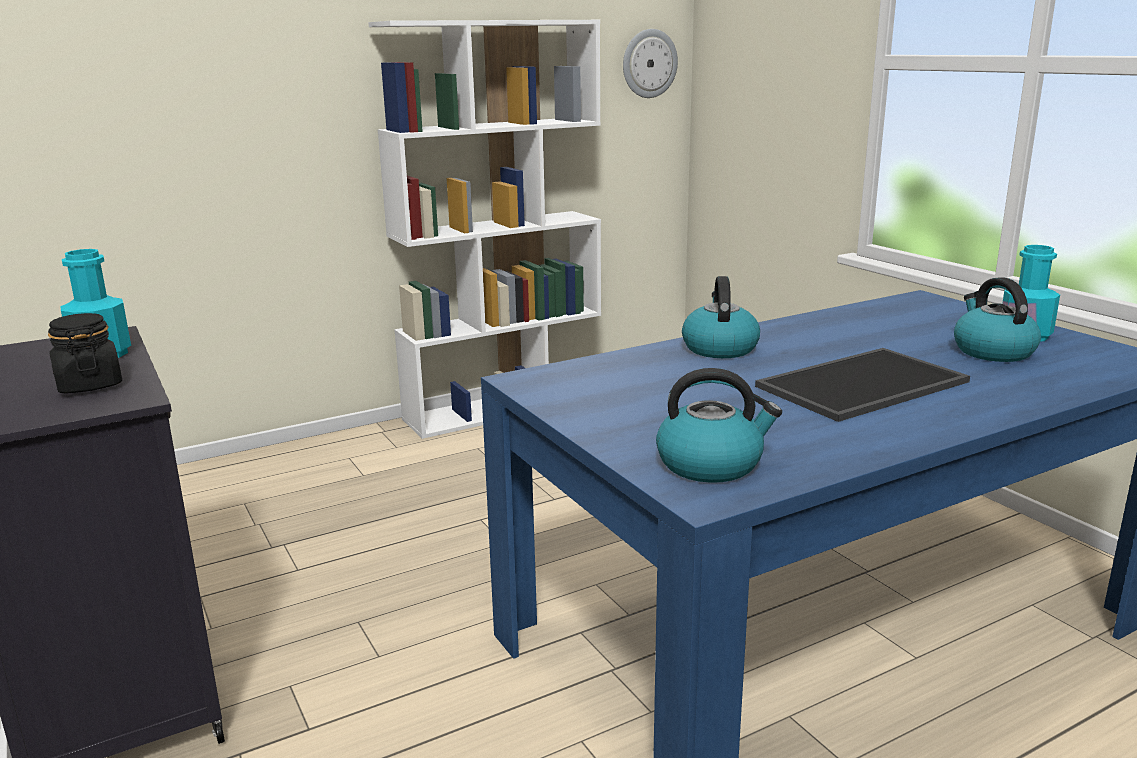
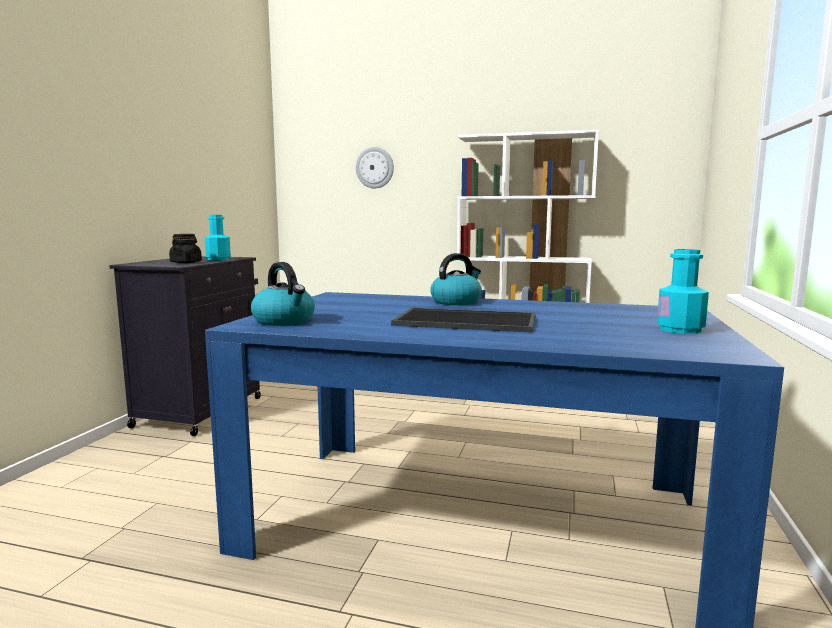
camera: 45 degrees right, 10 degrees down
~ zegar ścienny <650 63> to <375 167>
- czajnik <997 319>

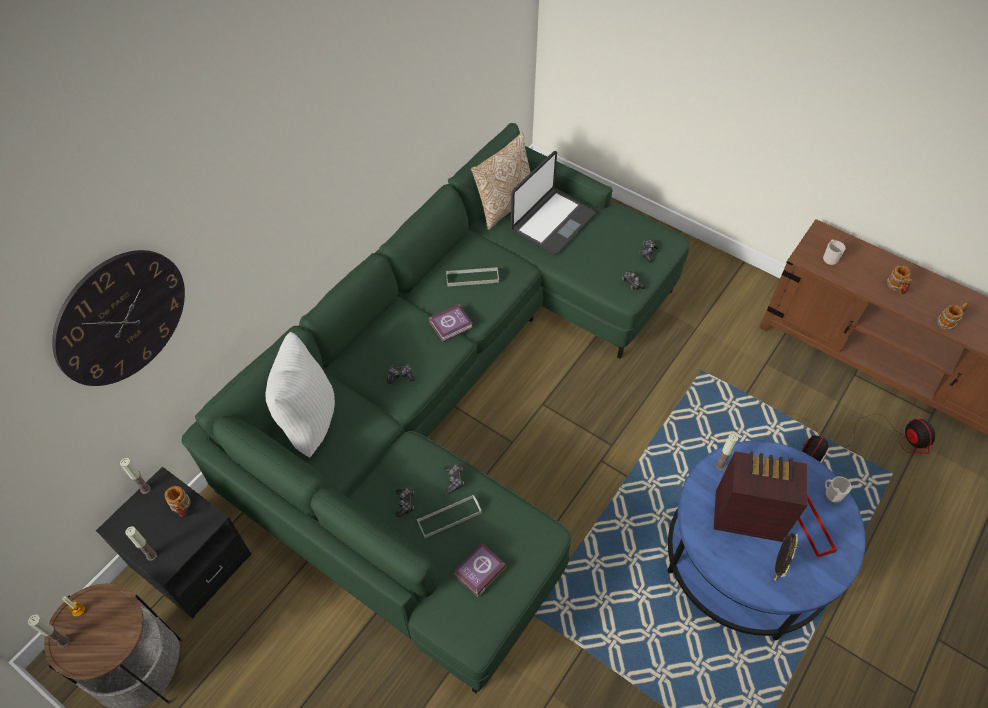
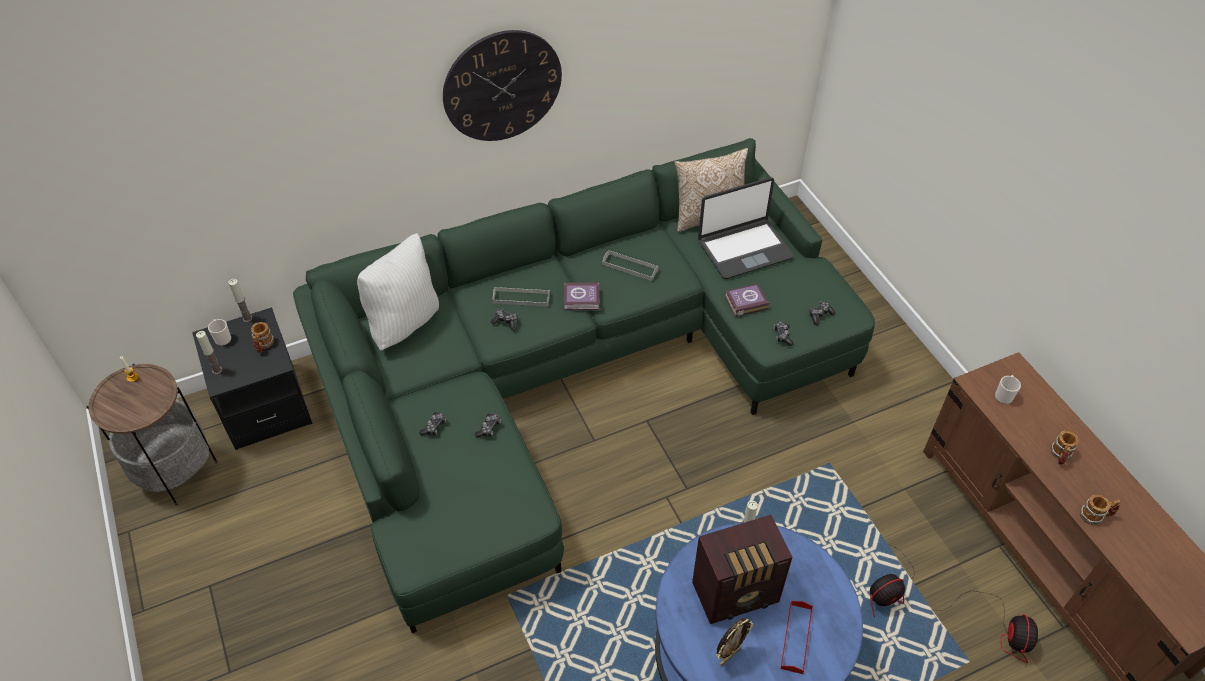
camera: 30 degrees right, 5 degrees down
~ zegar ścienny <118 318> to <502 85>
~ radio <761 496> = <742 569> 120 degrees clockwise
~ kubek <838 489> to <219 332>
~ taca (szary) <449 516> to <521 297>
~ książka <480 570> to <747 300>
- świeca <49 631>

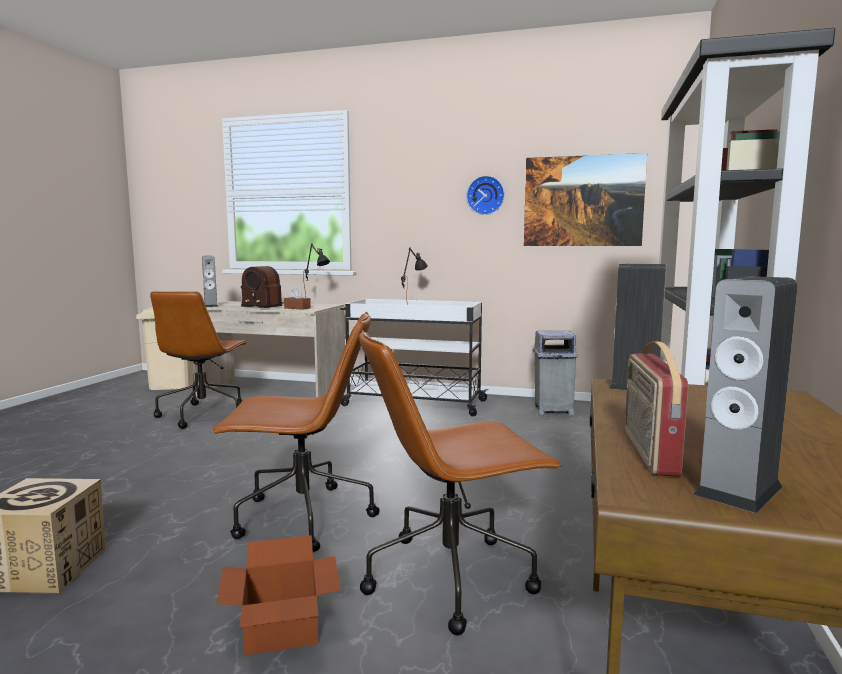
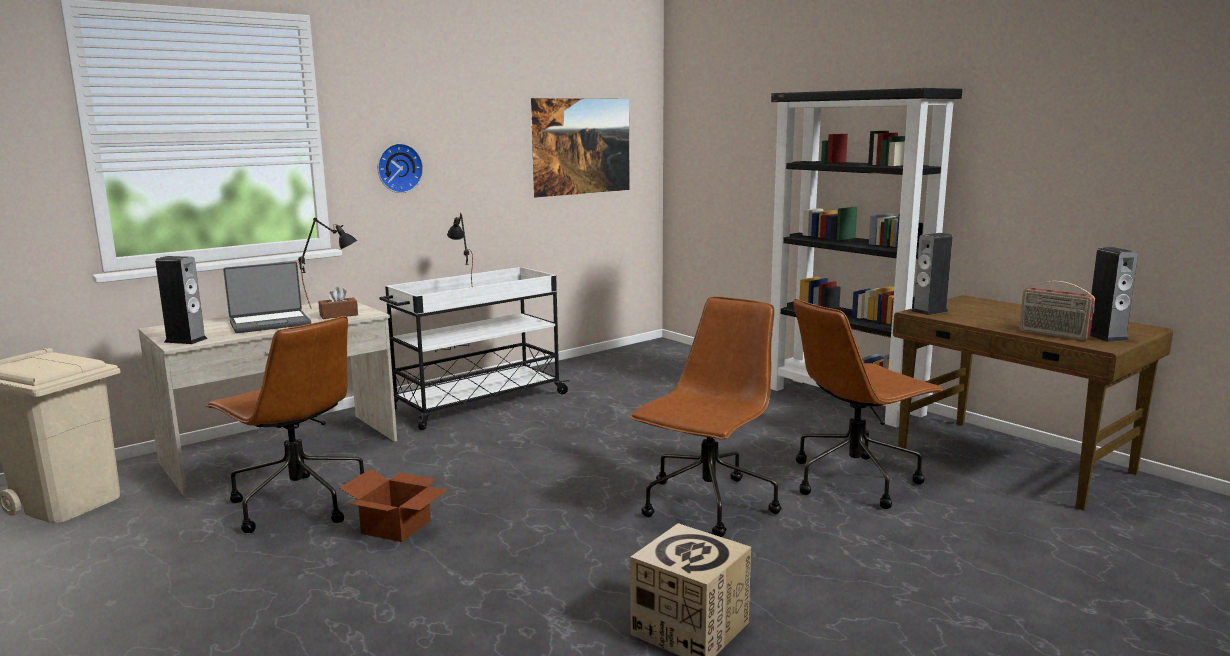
camera: 55 degrees left, 5 degrees up
~ zegar ścienny <485 195> to <400 168>
~ radio <261 287> to laptop <267 297>
~ krzesło biurowe (brązowy) <460 482> = <869 404> 45 degrees clockwise
- kosz na śmieci (szary) <555 373>
~ karton <278 595> to <394 505>

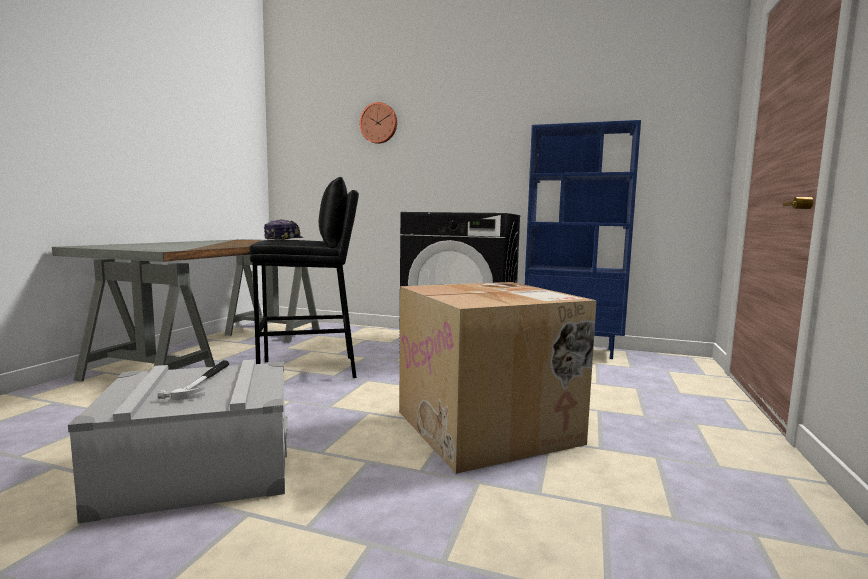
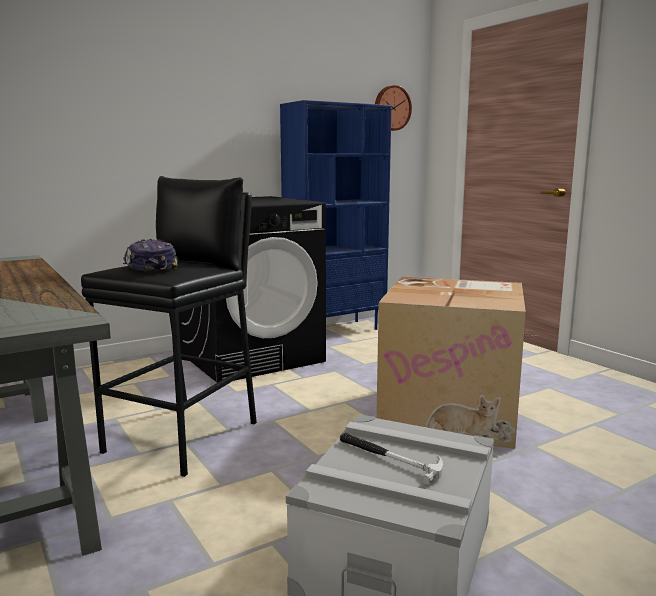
camera: 50 degrees left, 5 degrees up
~ zegar ścienny <378 123> to <393 108>

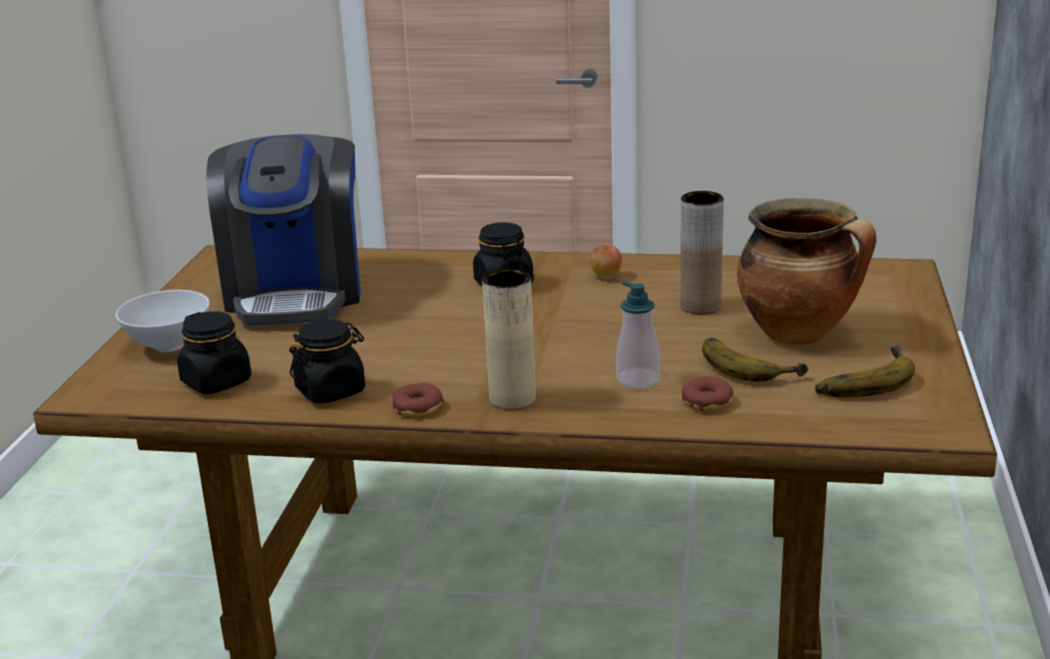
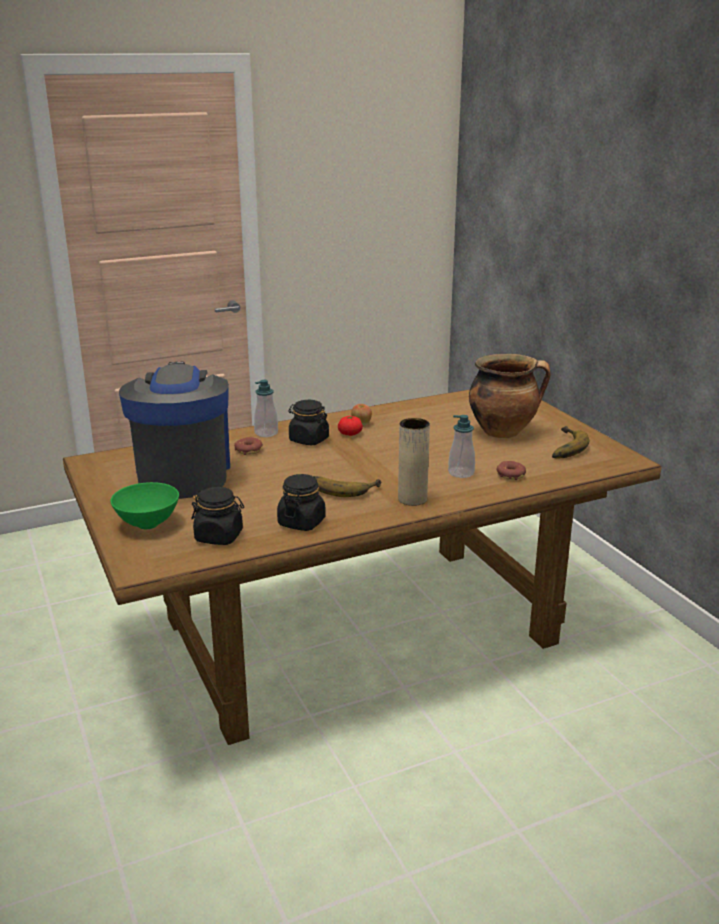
camera: 35 degrees left, 0 degrees up
~ ekspres do kawy <283 229> = <174 430> 150 degrees counterclockwise
- wazon (brązowy) <702 252>
~ miska (biały) <163 321> to miska (zielony) <144 505>
~ banan <755 360> to <348 486>
~ donut <418 400> to <248 446>
+ dozownik mydła <266 408>
+ pomidor <350 426>

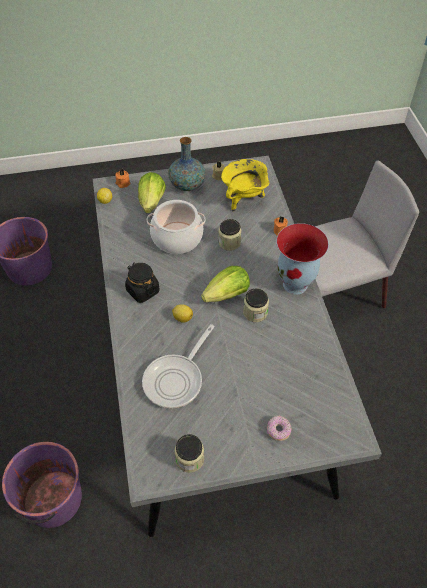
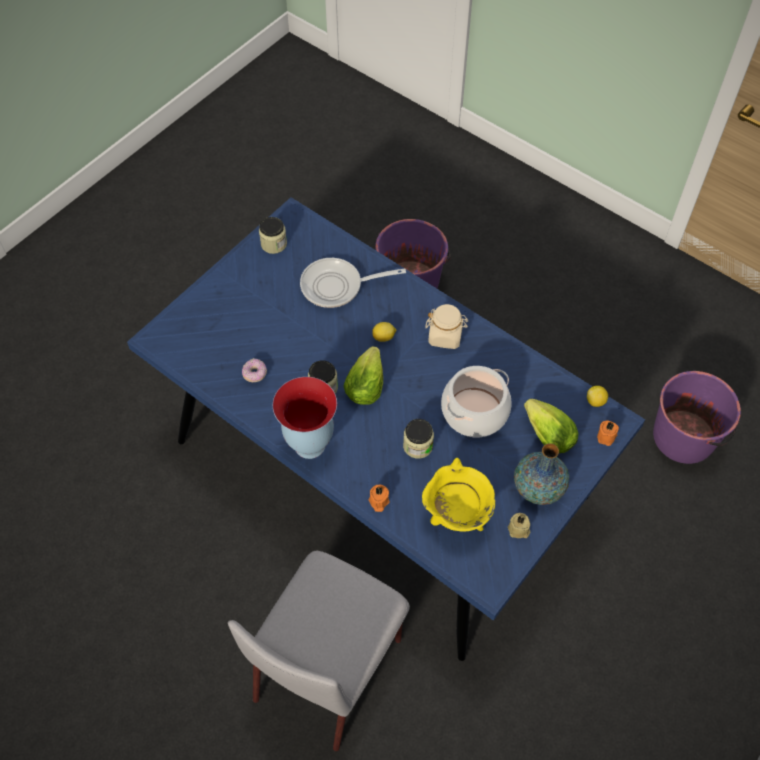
camera: 140 degrees right, 5 degrees up
~ stół jadalny (szary) <237 346> to stół jadalny (niebieski) <386 429>
~ słoik (czarny) <142 282> to słoik (beżowy) <447 326>
~ patelnia <178 366> = <353 283> 90 degrees counterclockwise
~ donut <279 428> to <254 370>

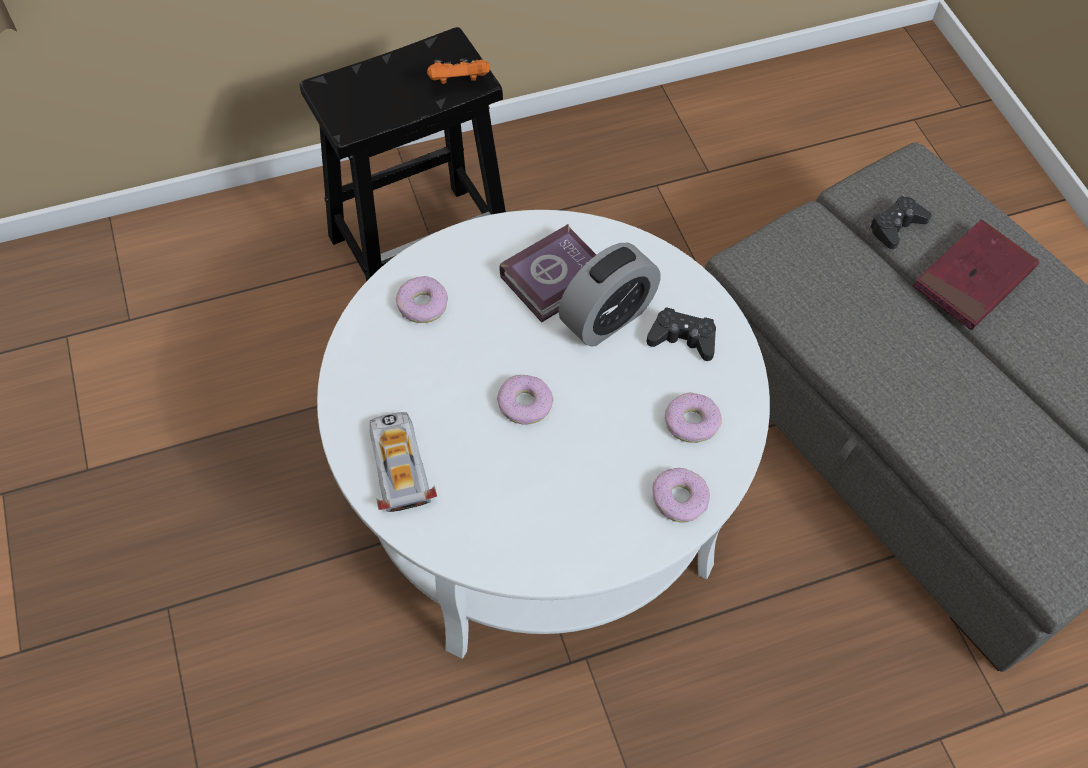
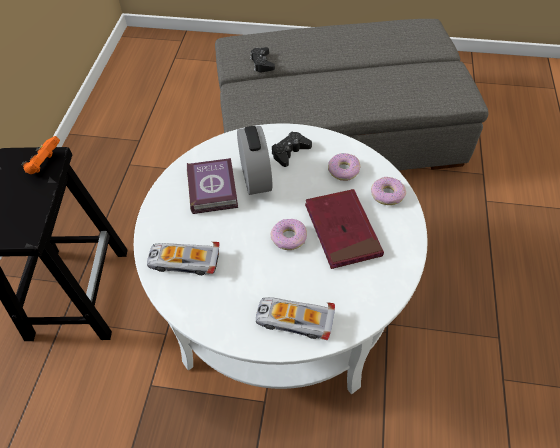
camera: 60 degrees left, 5 degrees down
~ książka (czerwony) <976 275> to <344 229>
~ donut <422 299> to samochodzik <183 258>

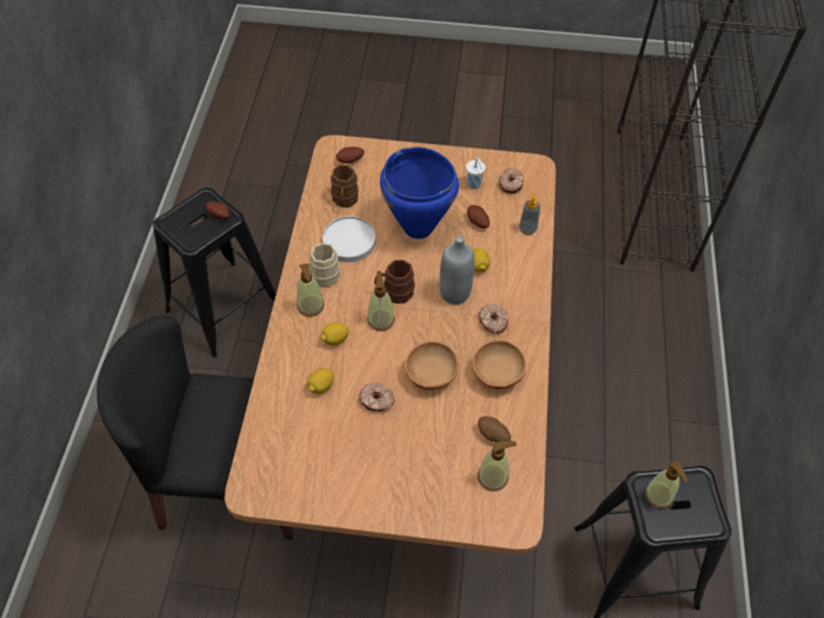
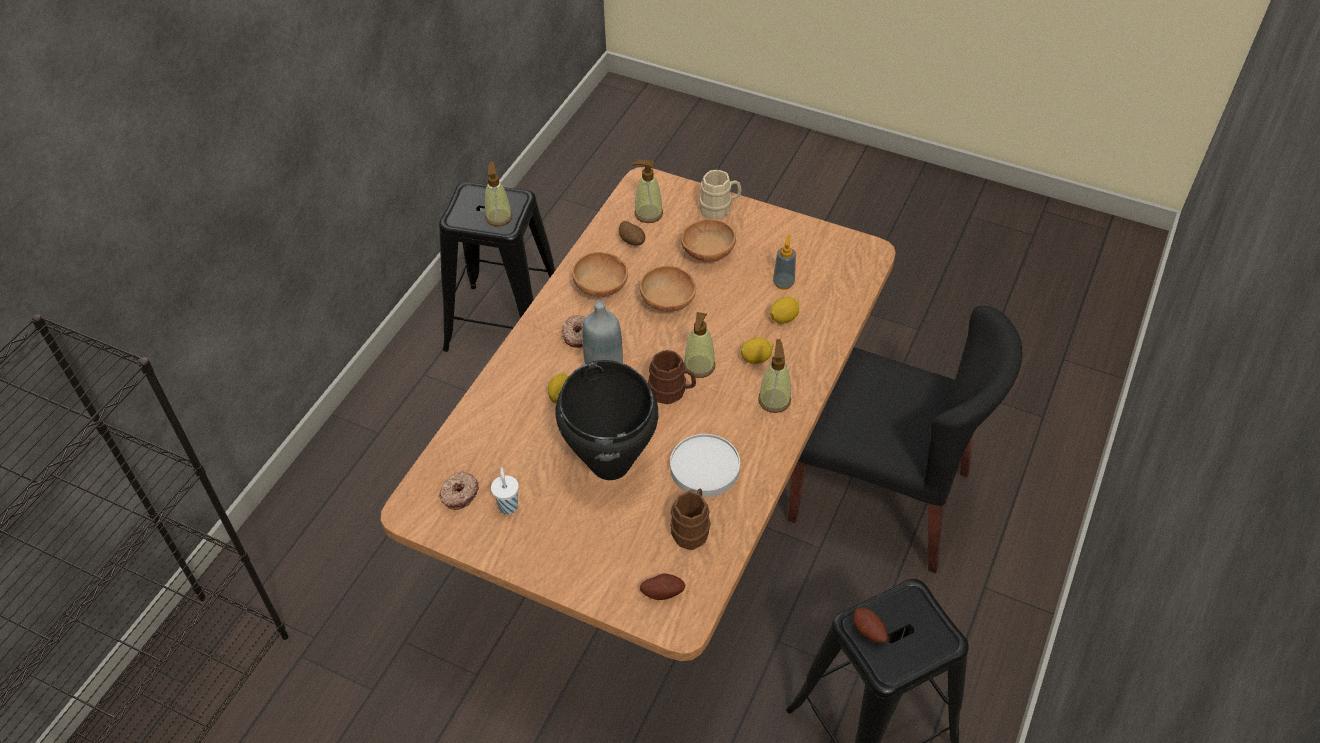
camera: 160 degrees left, 5 degrees down
~ garnek (niebieski) <419 193> to garnek (czarny) <606 420>
~ dozownik mydła <529 214> to <784 262>
- ziemniak <478 216>
~ kubek (beżowy) <323 265> to <720 194>
- donut <377 397>
+ miska (brązowy) <708 240>

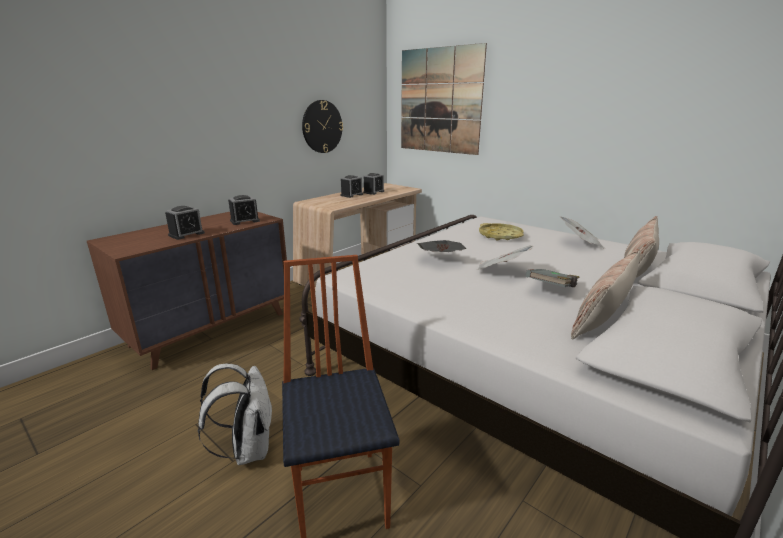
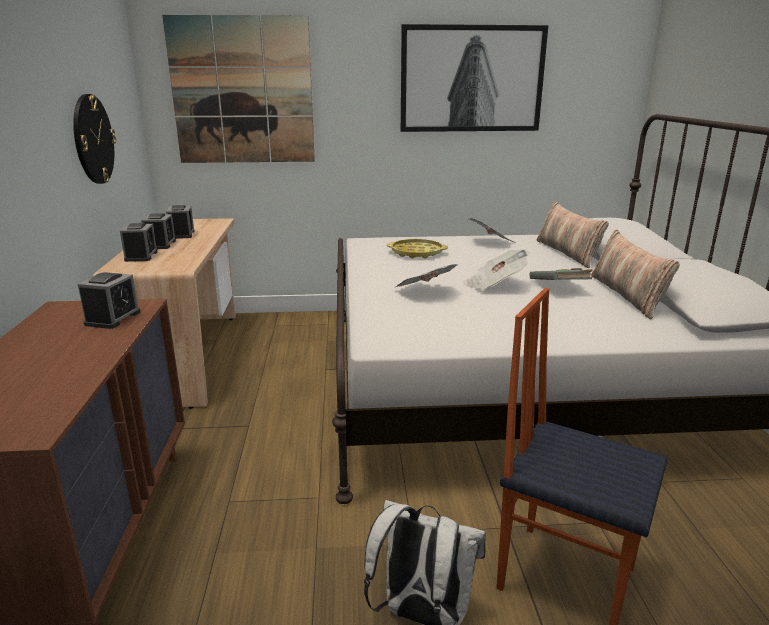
camera: 45 degrees left, 0 degrees up
~ budzik <185 223> to <138 242>
+ obraz <474 78>

